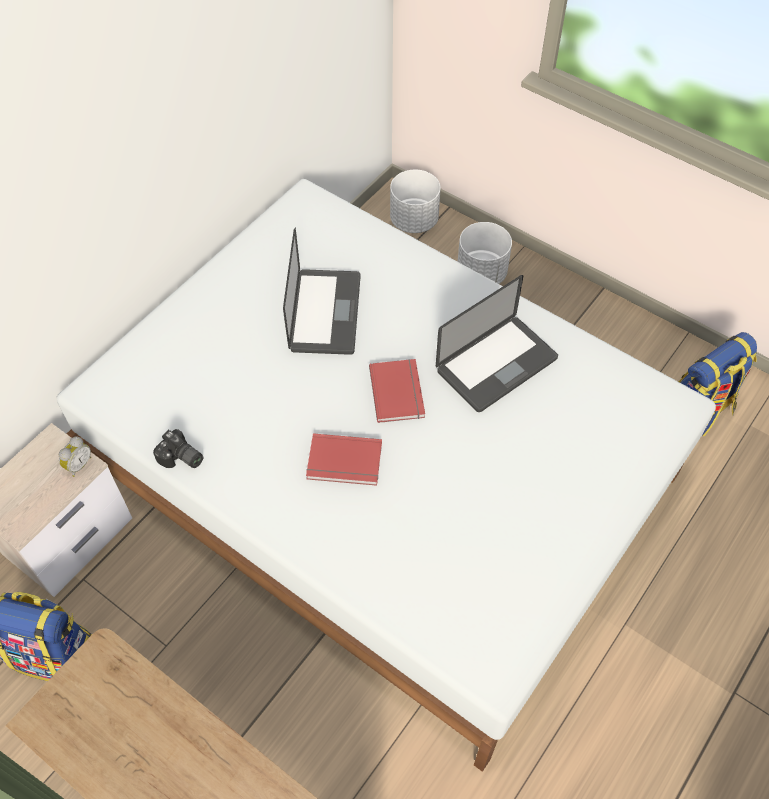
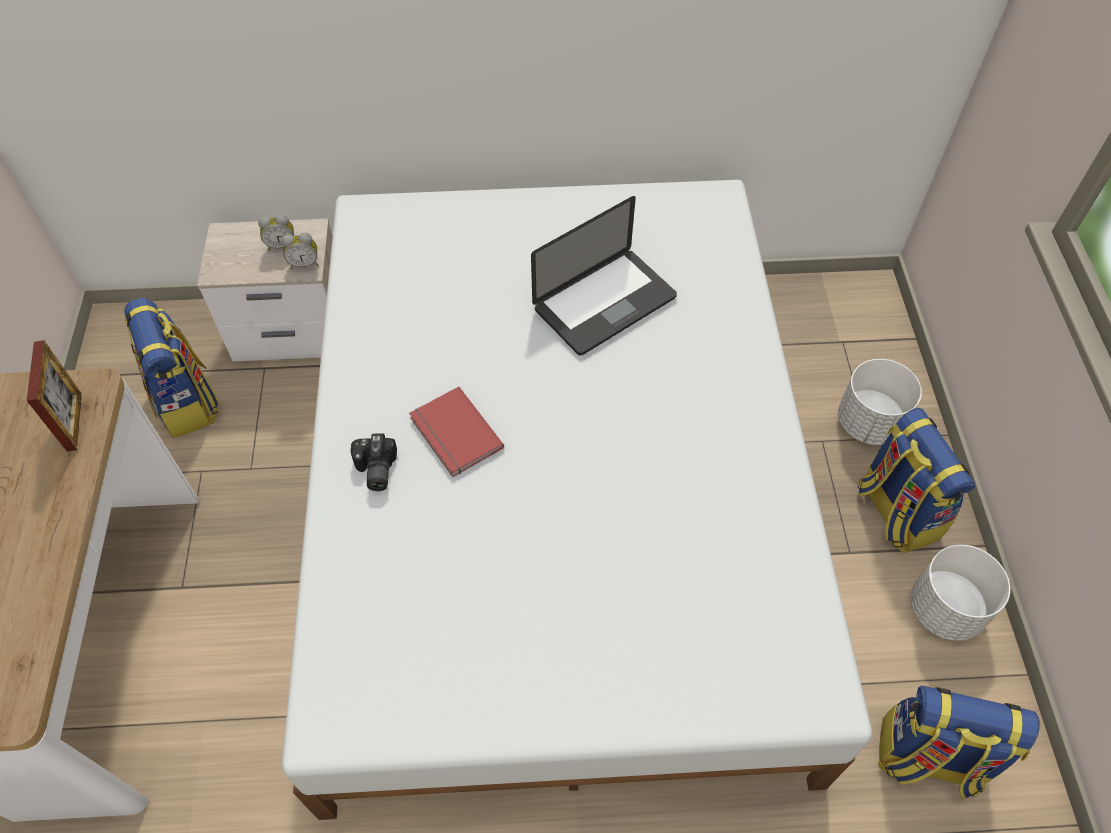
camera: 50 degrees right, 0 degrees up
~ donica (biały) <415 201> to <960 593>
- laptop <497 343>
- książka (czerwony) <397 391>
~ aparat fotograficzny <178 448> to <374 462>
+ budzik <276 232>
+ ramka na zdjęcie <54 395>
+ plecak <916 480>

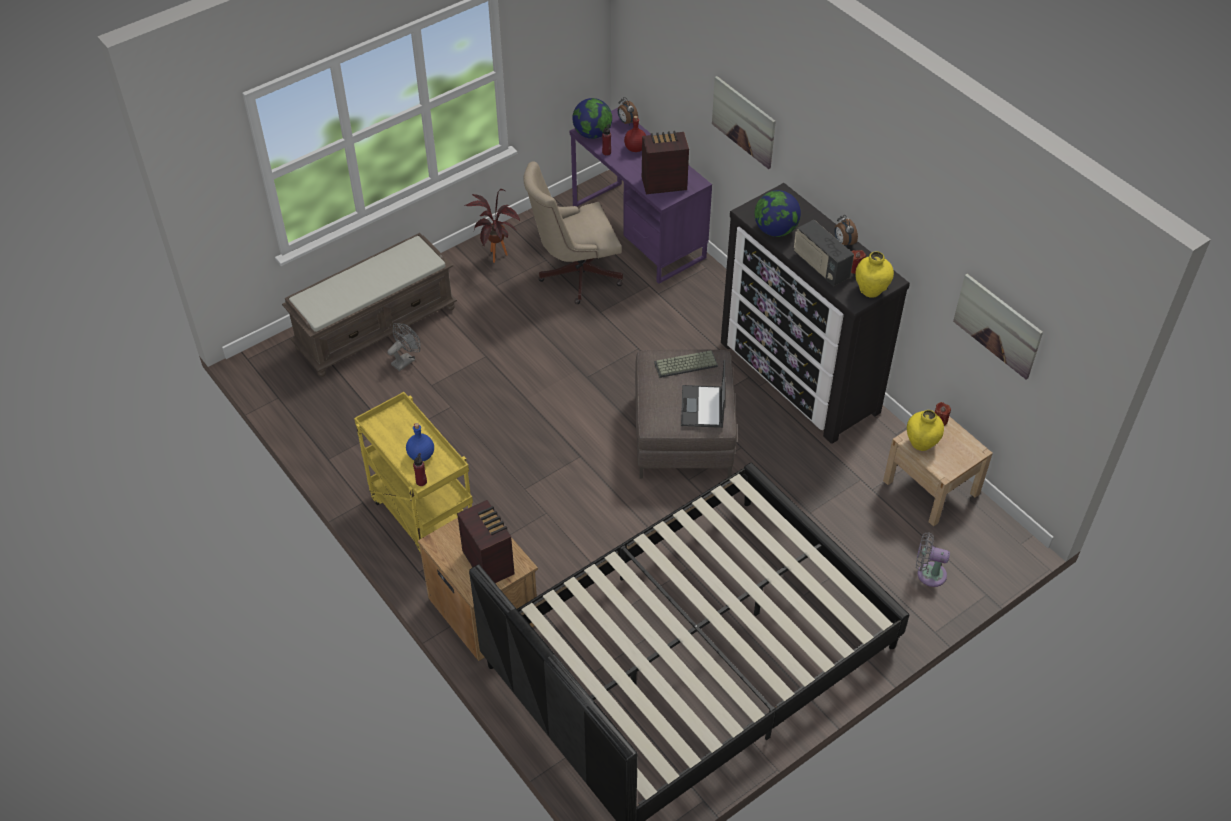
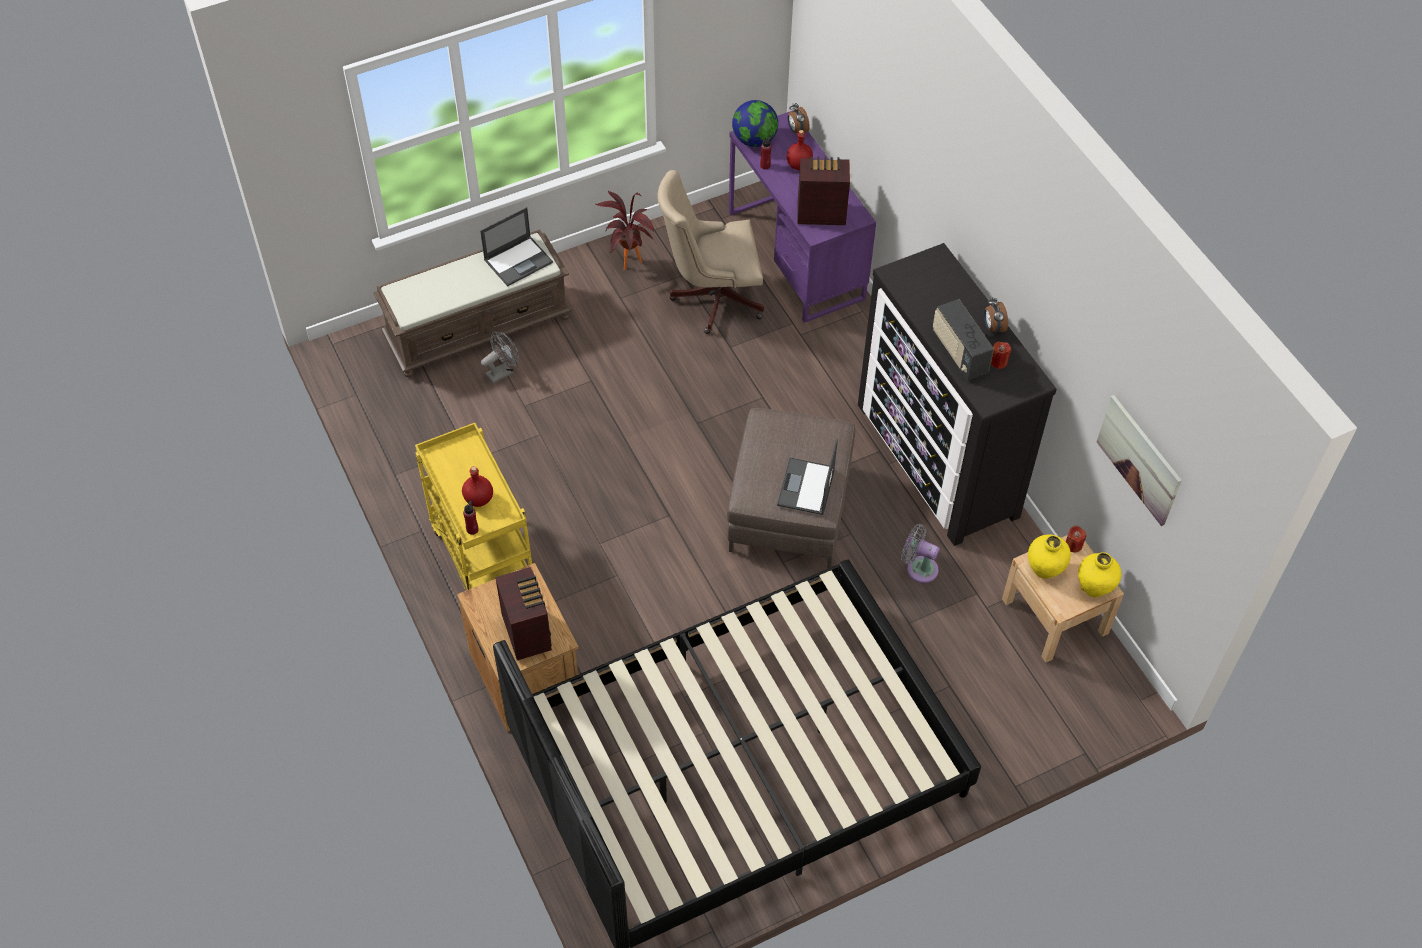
camera: 10 degrees right, 5 degrees up
- obraz <744 122>
- globus <777 213>
~ wazon (żółty) <874 274> to <1099 574>
- klawiatura <686 364>
~ butelka (niebieski) <420 442> to butelka (czerwony) <477 486>
~ wentylator (szary) <933 559> to <920 553>
+ laptop <516 246>

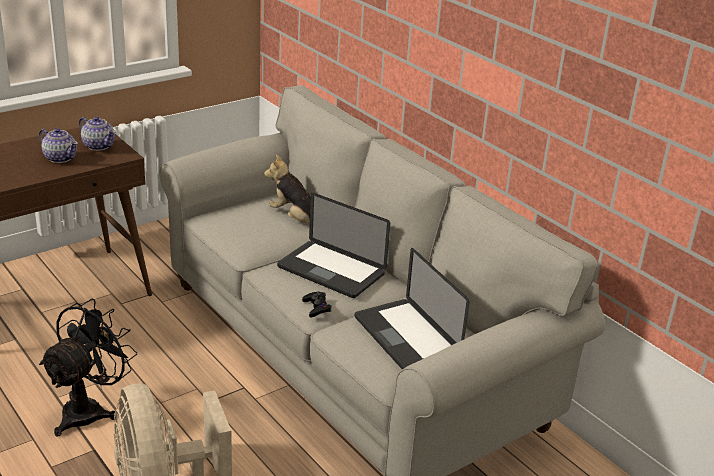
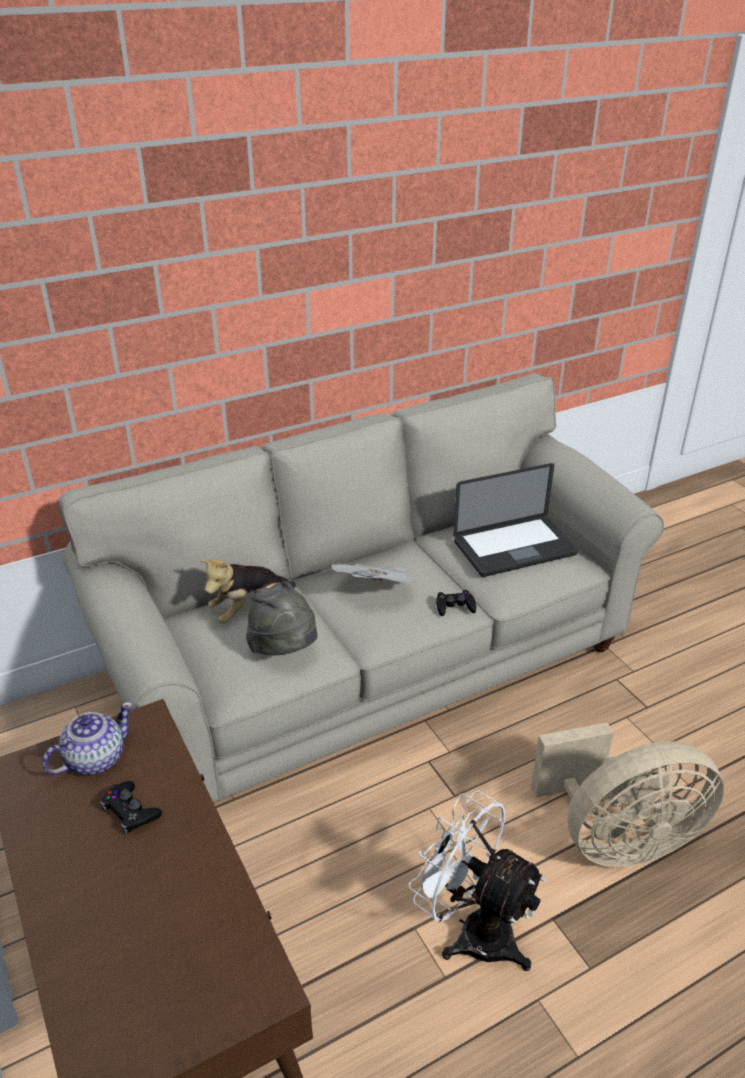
camera: 80 degrees left, 5 degrees up
~ imbryk <58 145> to pad do gier (czarny) <130 808>
~ laptop <333 245> to gazeta <373 572>
~ wentylator (czarny) <88 368> to wentylator (biały) <477 881>
+ kapelusz (szary) <281 618>

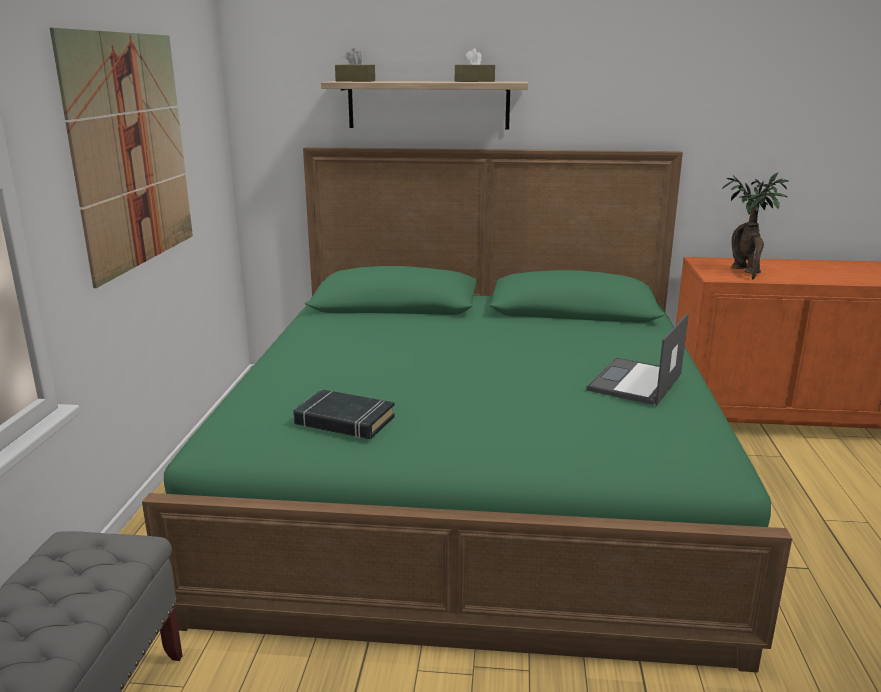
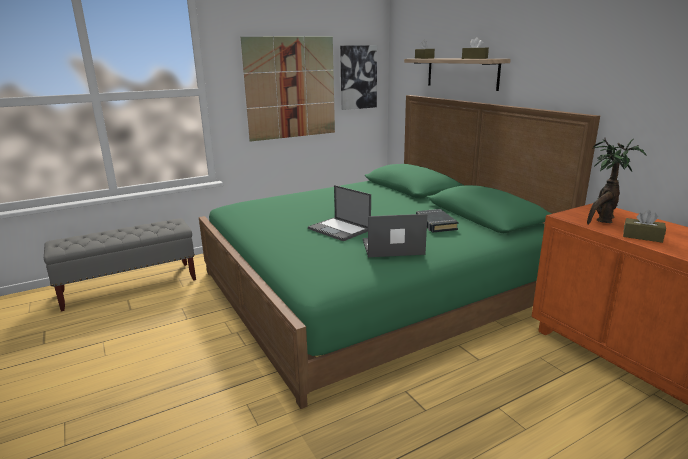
camera: 55 degrees right, 0 degrees up
~ książka (czarny) <344 414> to <437 220>
+ obraz <358 77>
+ laptop <339 213>
+ pudełko chusteczek (brązowy) <644 226>

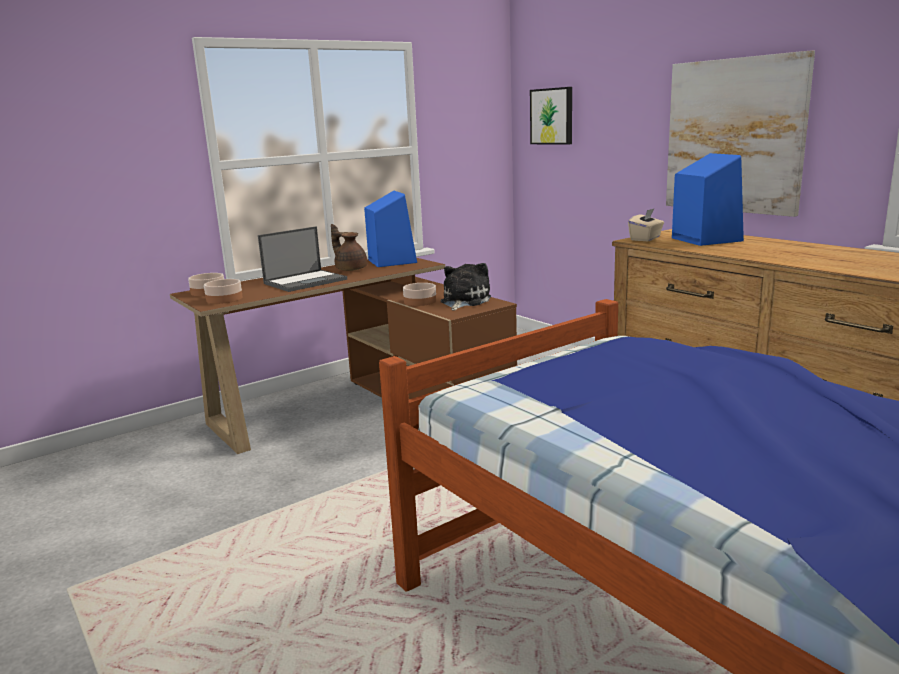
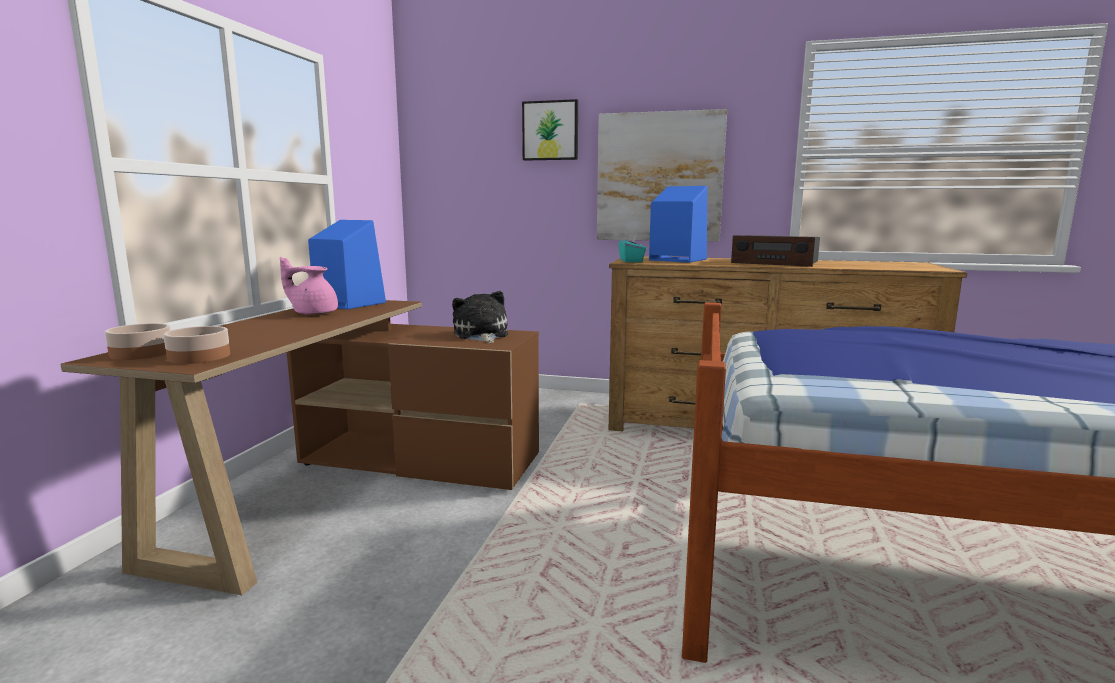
camera: 40 degrees left, 5 degrees down
~ obraz <551 116> to <550 130>
~ pudełko chusteczek (beżowy) <646 225> to pudełko chusteczek (turkusowy) <632 248>
~ imbryk (brązowy) <349 247> to imbryk (różowy) <309 286>
- laptop <302 259>
- miska <419 294>
+ radio <775 251>

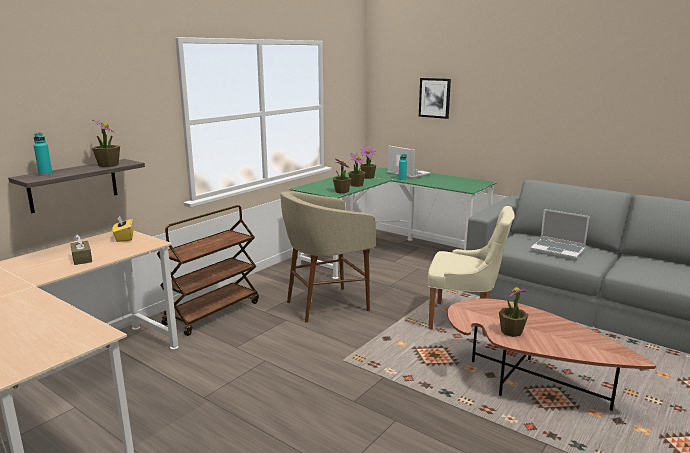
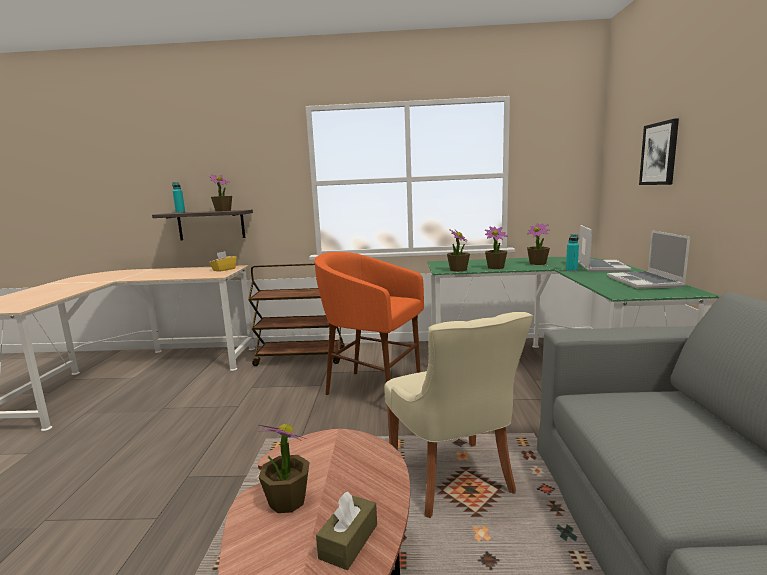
camera: 55 degrees right, 5 degrees down
~ stołek (beżowy) <328 257> to stołek (pomarańczowy) <369 323>
~ laptop <560 234> to <648 260>
~ pudełko chusteczek (brązowy) <81 249> to <346 531>

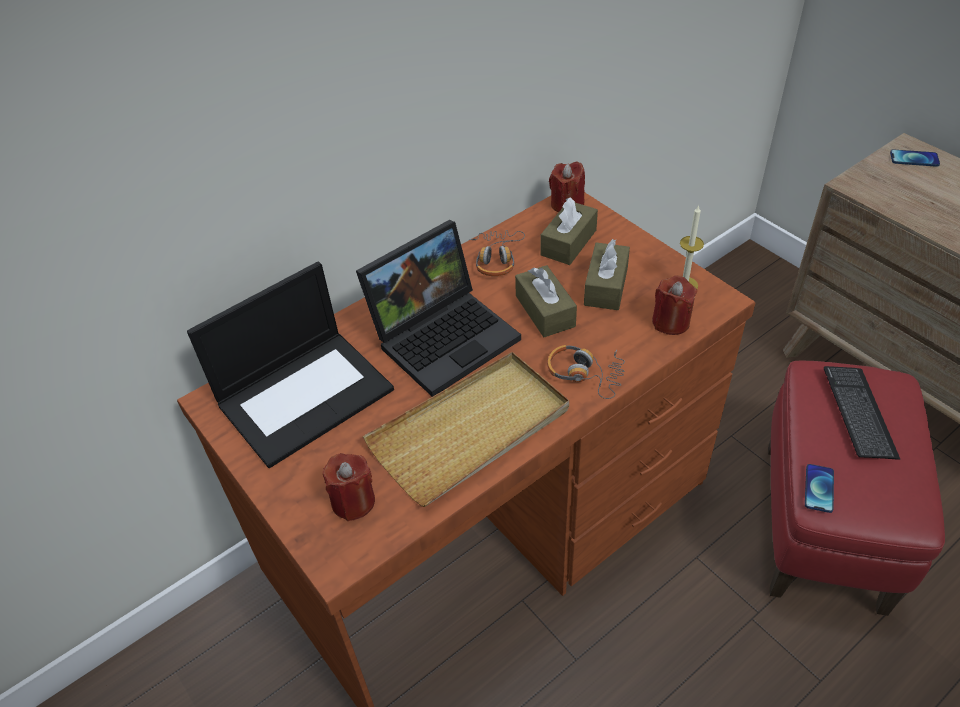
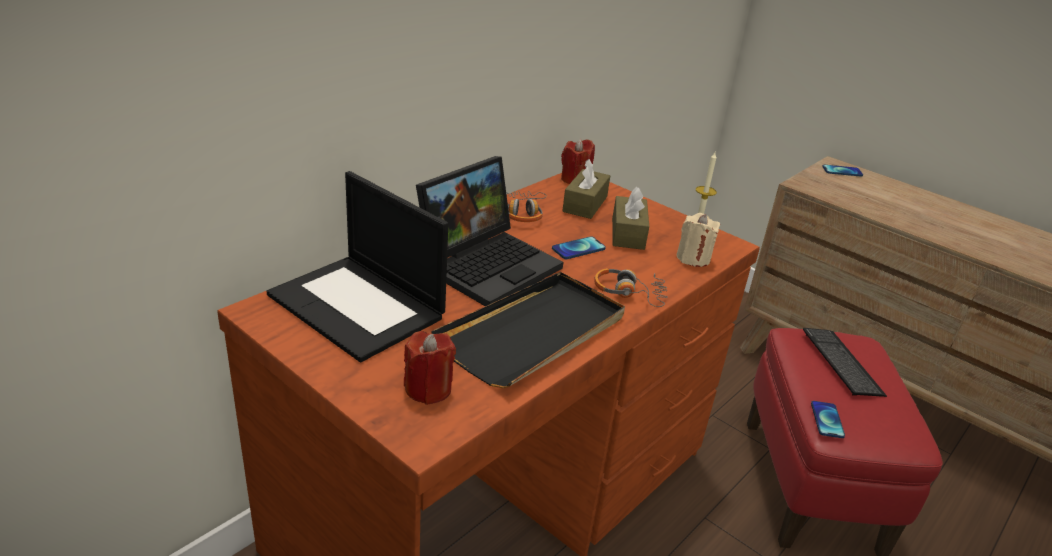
camera: 15 degrees left, 15 degrees down
~ laptop <290 364> = <357 266> 90 degrees clockwise
~ pudełko chusteczek (brązowy) <546 301> to telefon <579 247>
~ świeca (czerwony) <674 305> to świeca (beżowy) <698 240>
~ taca (beżowy) <466 429> to taca (czarny) <528 330>

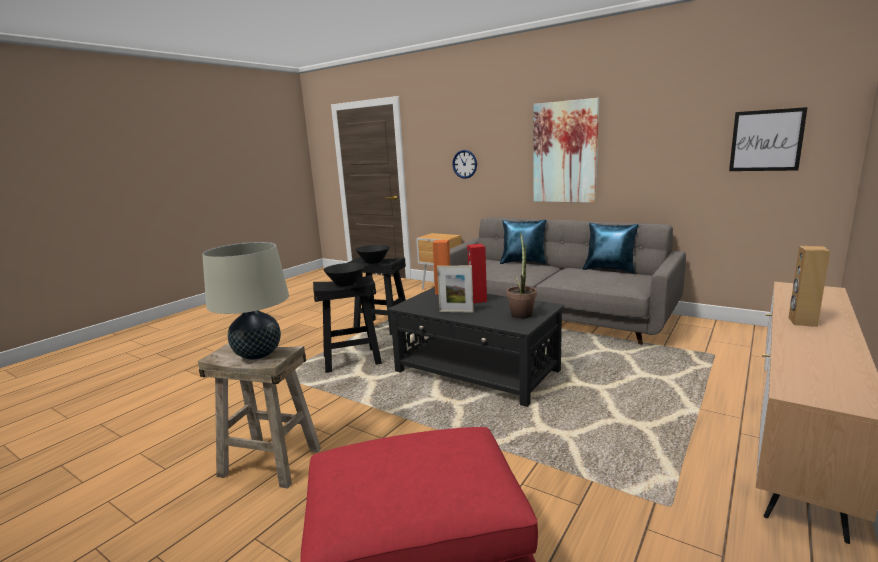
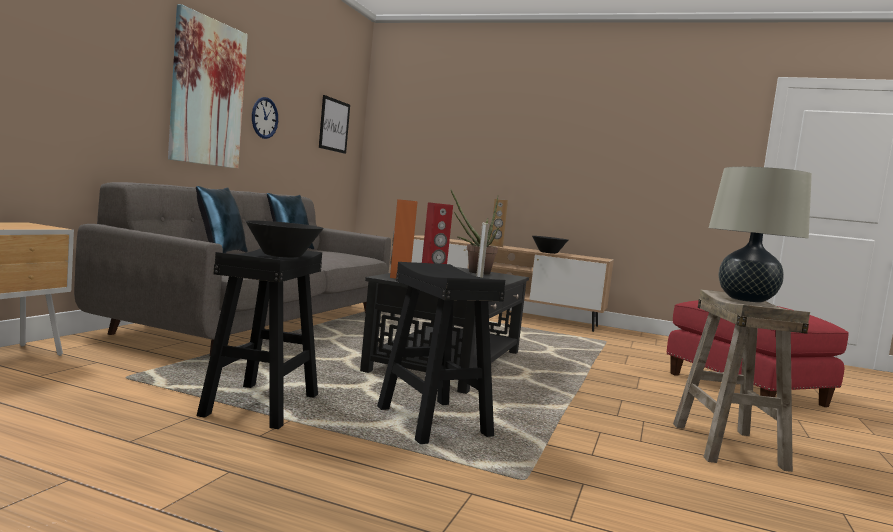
camera: 105 degrees left, 10 degrees down
~ zegar ścienny <464 164> to <265 118>
~ miska (czarny) <344 274> to <550 245>

